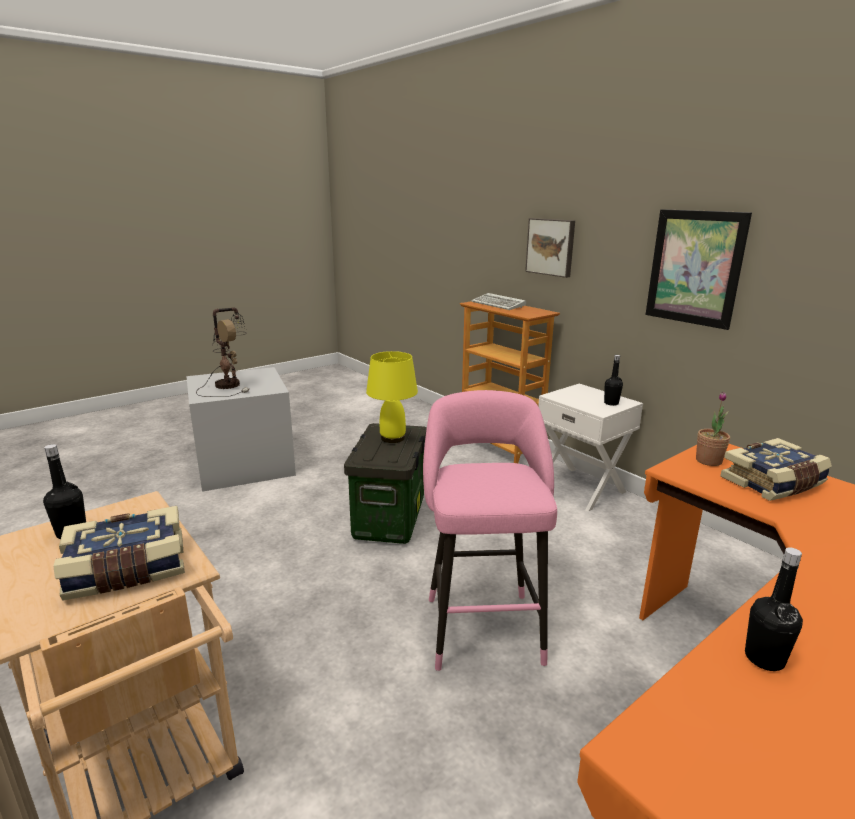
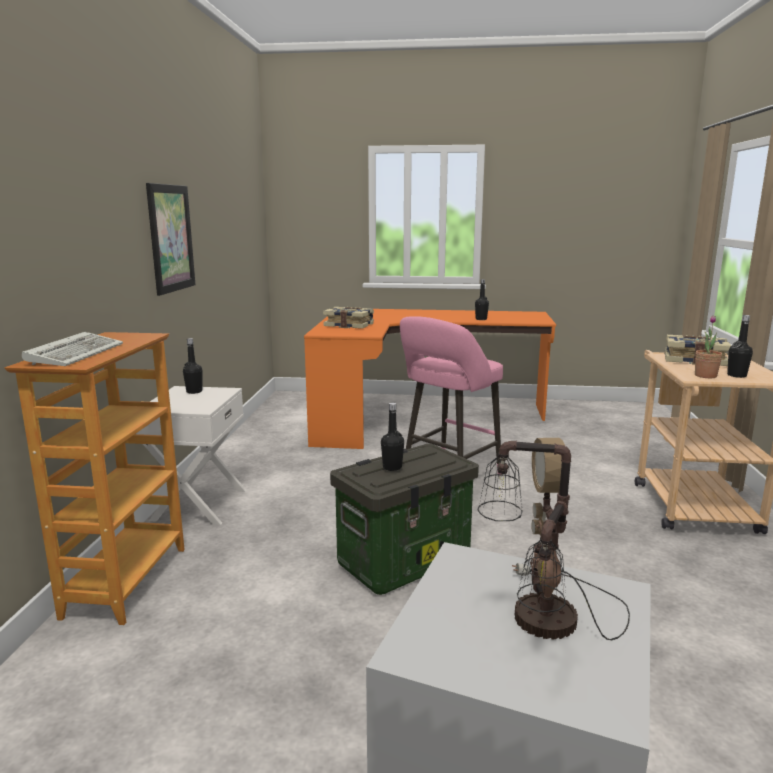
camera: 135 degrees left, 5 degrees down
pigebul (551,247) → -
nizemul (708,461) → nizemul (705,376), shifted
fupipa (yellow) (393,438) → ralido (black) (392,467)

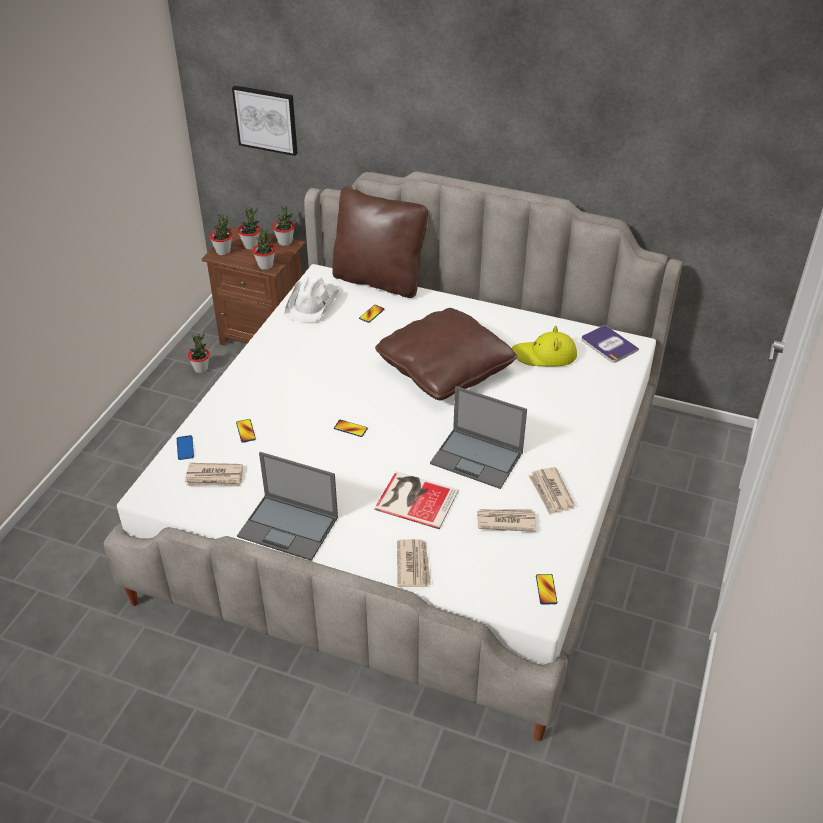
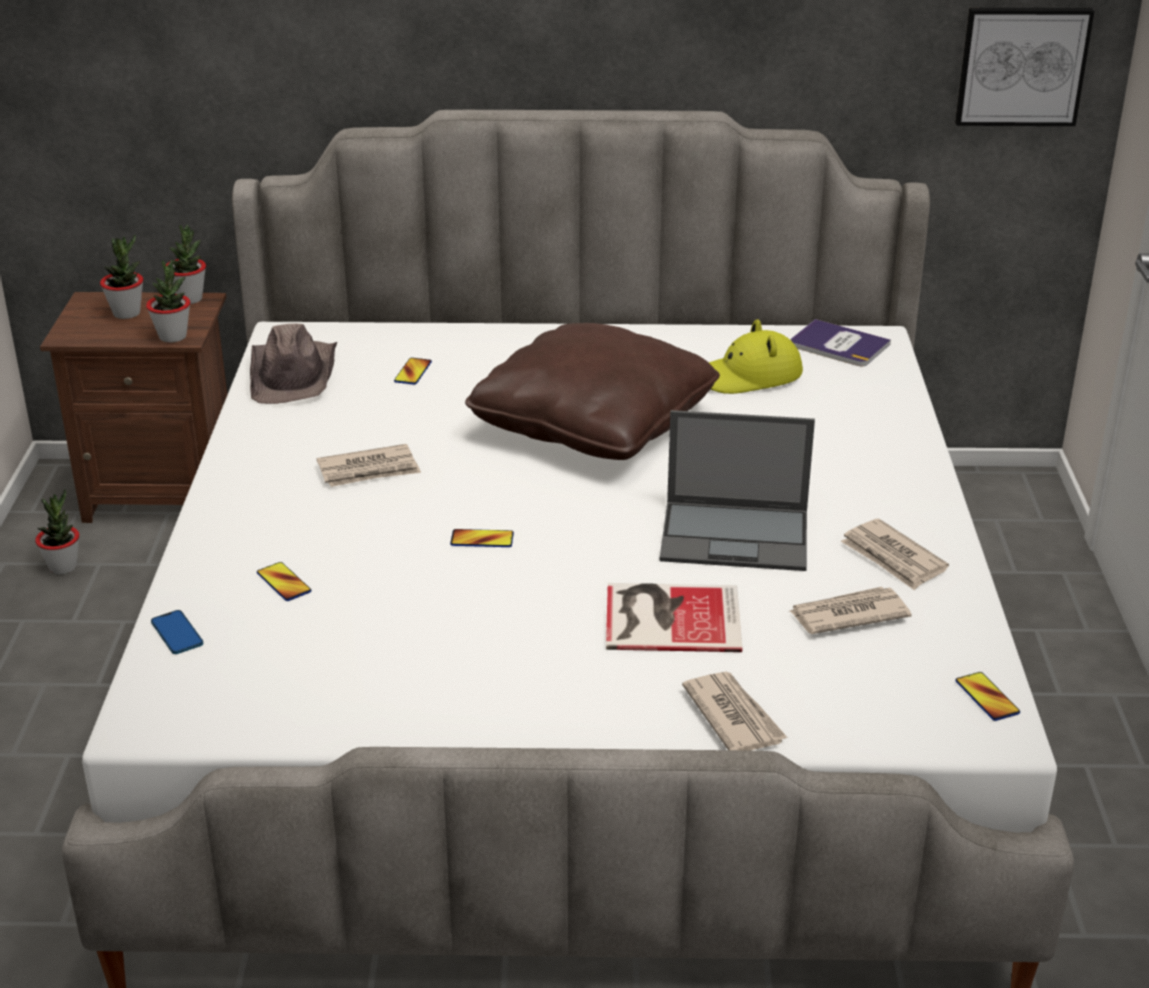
camera: 20 degrees left, 10 degrees down
nizemul (223,251) → -
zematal (289,527) → -
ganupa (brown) (379,280) → -
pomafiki (215,477) → pomafiki (369,470), shifted
pigebul (266,119) → pigebul (1022,66), shifted
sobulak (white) (313,303) → sobulak (brown) (294,374)

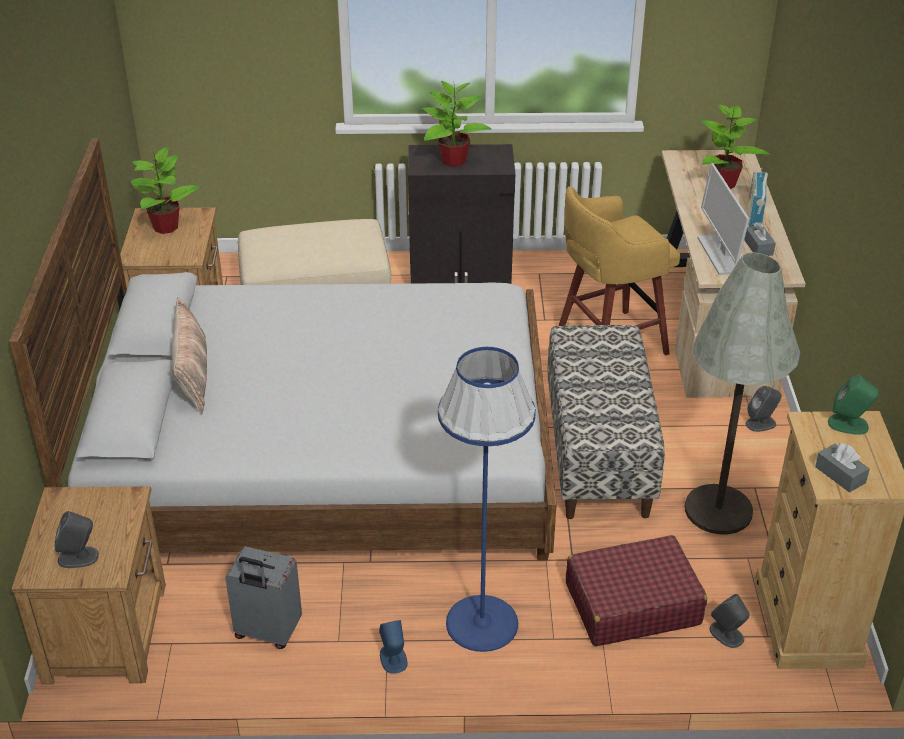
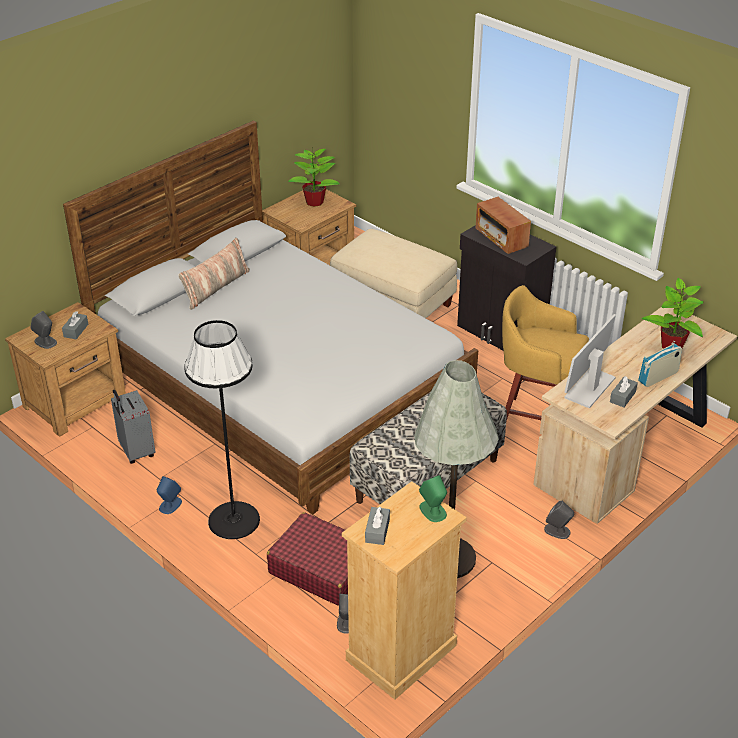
camera: 45 degrees right, 0 degrees up
- → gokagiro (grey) (76,330)
nizemul (452,160) → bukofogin (501,238)
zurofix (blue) (481,623) → zurofix (black) (234,520)

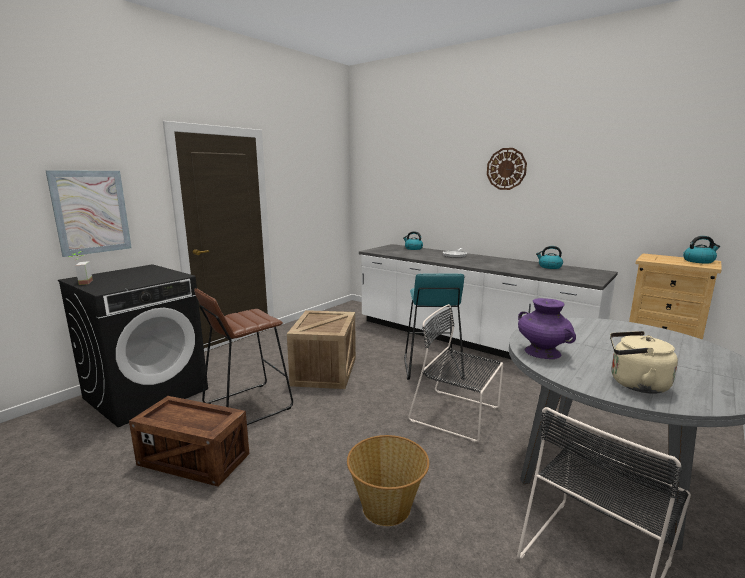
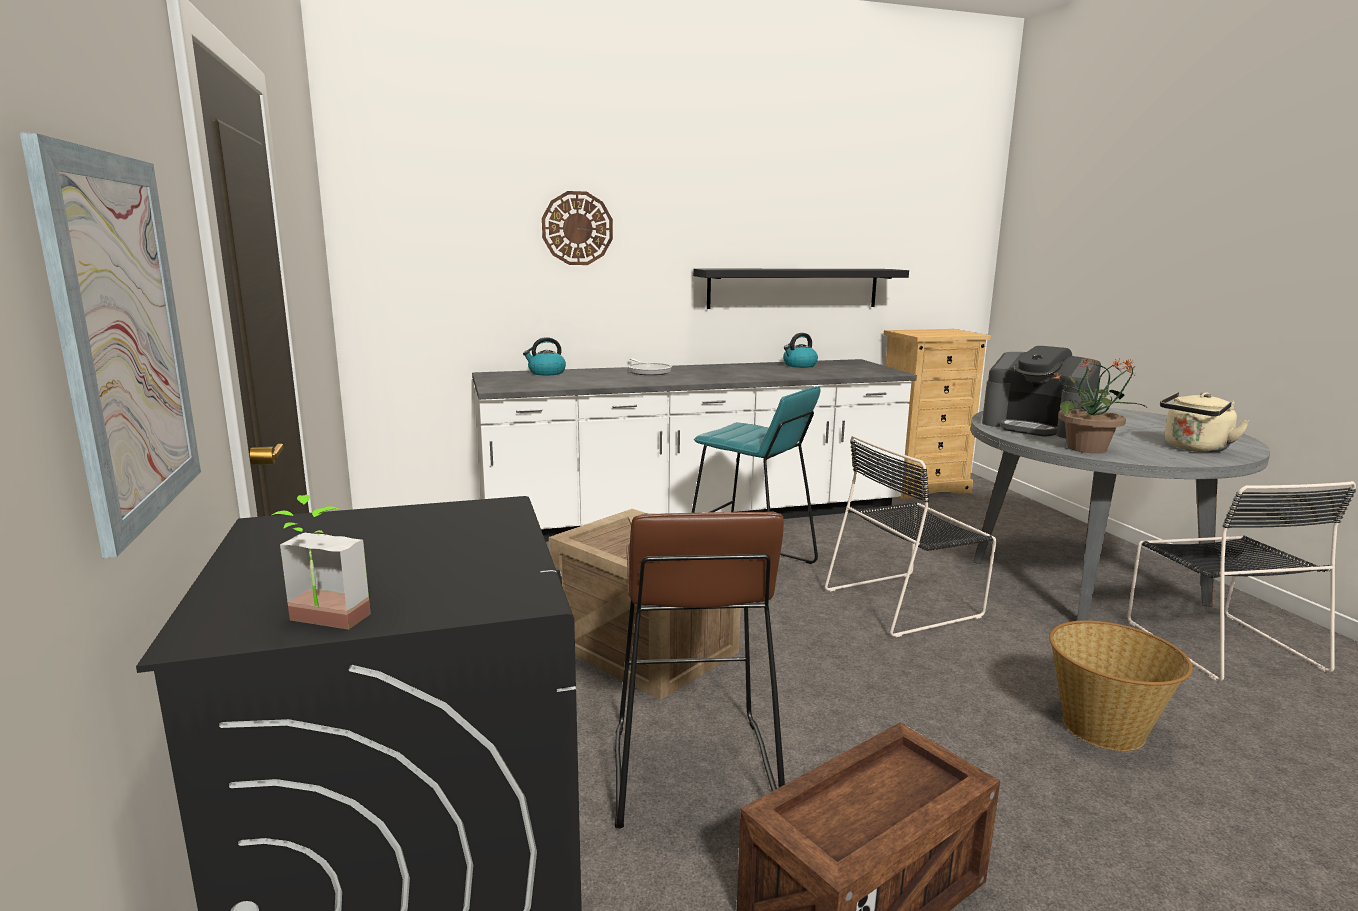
camera: 55 degrees left, 0 degrees up
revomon (699,261) → -
- → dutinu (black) (793,288)
- → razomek (1037,427)
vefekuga (506,169) → vefekuga (577,228), shifted
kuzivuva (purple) (542,352) → nizemul (1088,449)

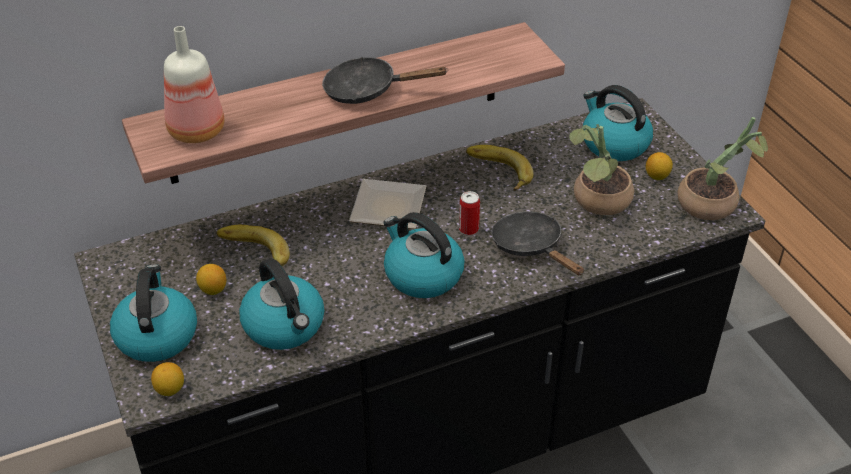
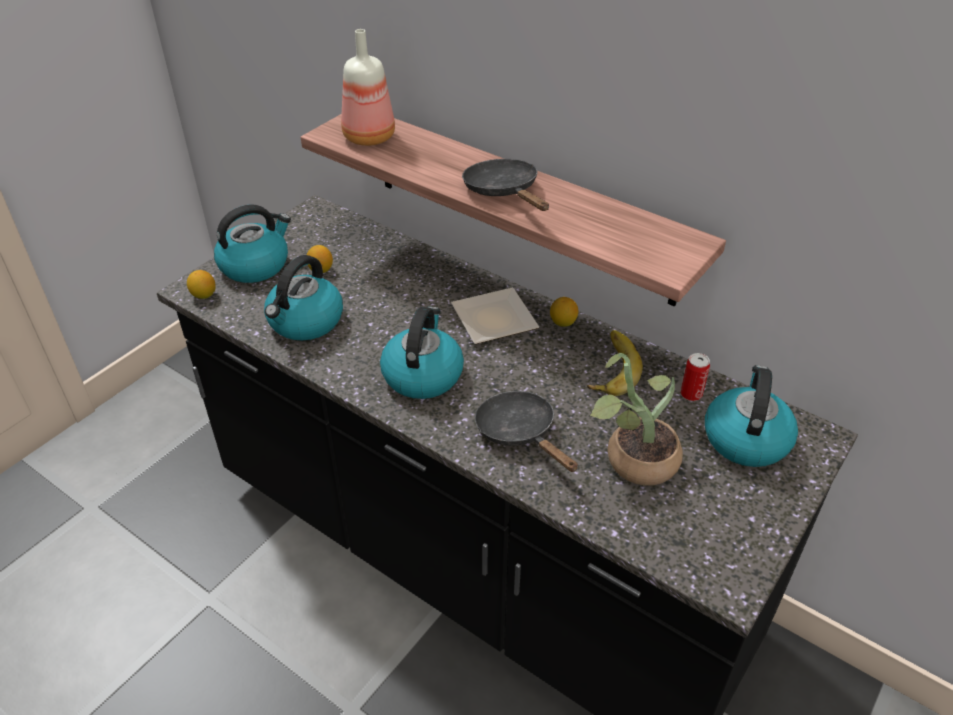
camera: 60 degrees right, 0 degrees up
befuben (251,254) → -
nizemul (714,204) → -
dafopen (468,229) → dafopen (691,394), shifted
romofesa (657,176) → romofesa (563,323), shifted
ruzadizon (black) (531,247) → ruzadizon (black) (520,433), 60 degrees counterclockwise

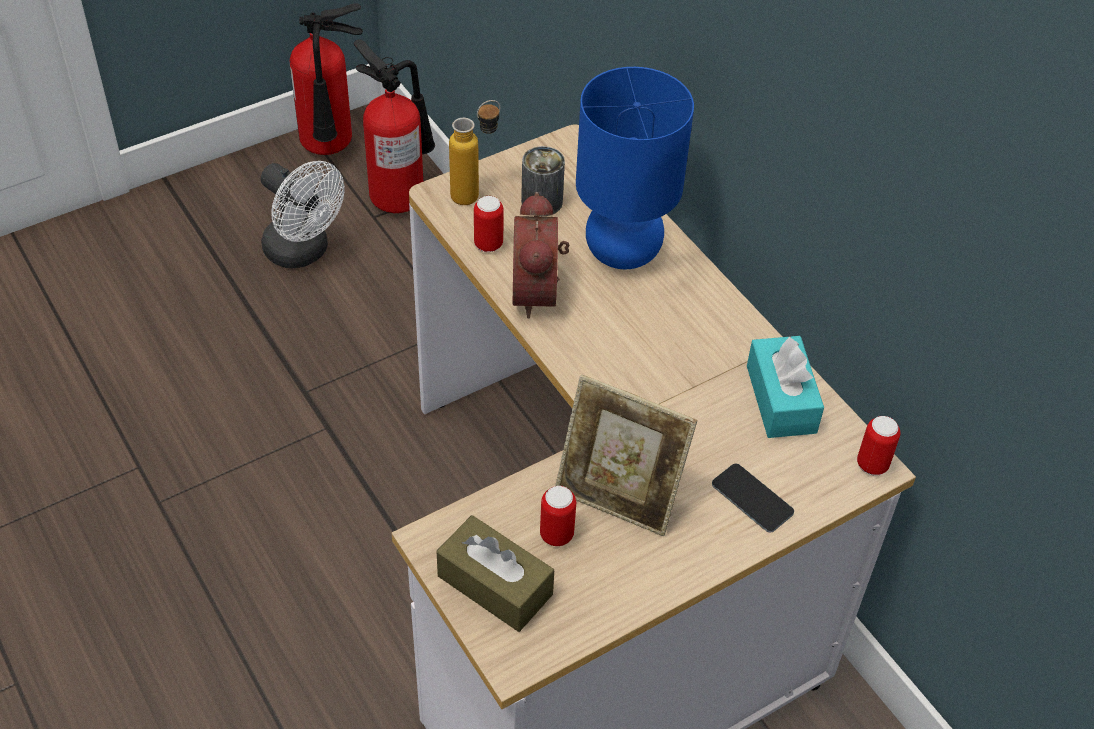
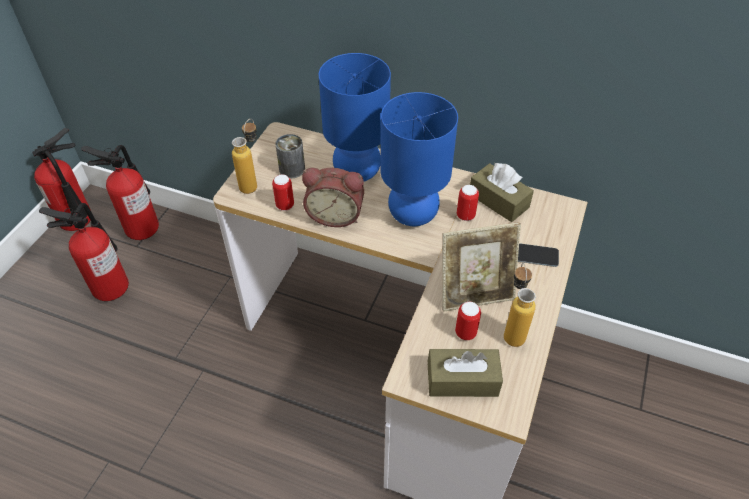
camera: 35 degrees left, 0 degrees up
- → fupipa (blue) (413,214)
- → ralido (512,330)
dafopen (872,464) → dafopen (465,215), shifted
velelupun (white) (303,252) → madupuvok (111,285)
gokagiro (turquoise) (781,399) → gokagiro (brown) (498,201)
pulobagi (540,292) → pulobagi (335,215), 45 degrees counterclockwise

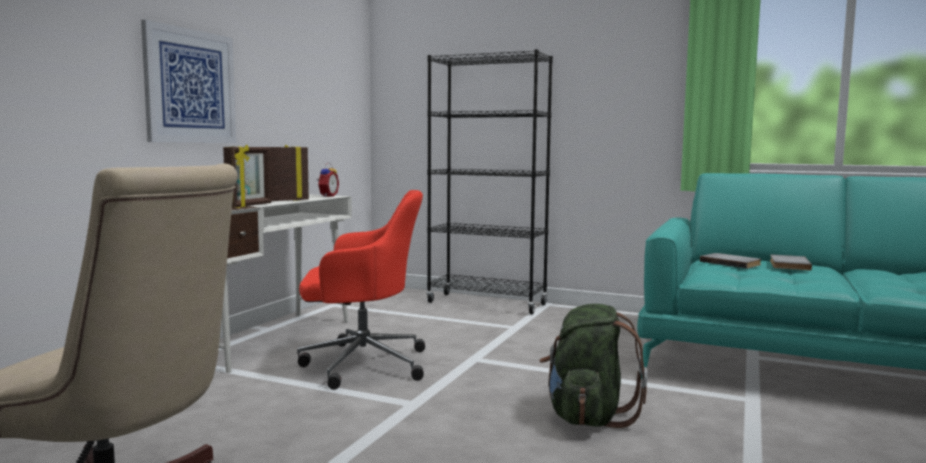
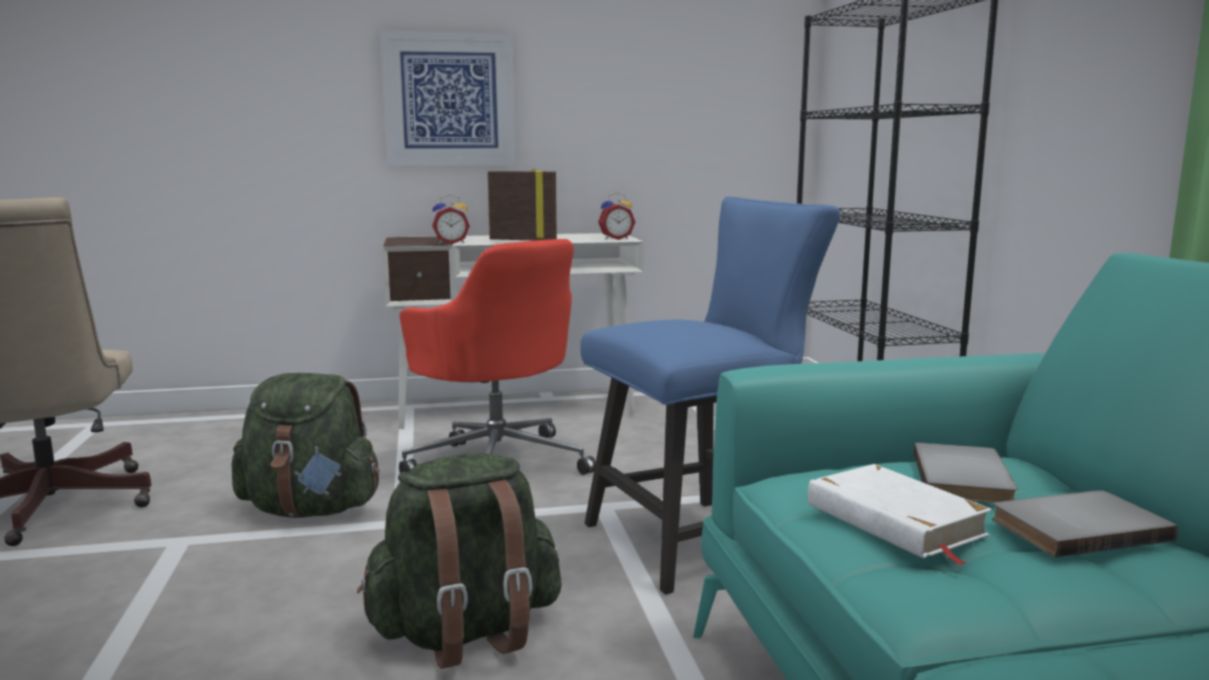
camera: 55 degrees right, 5 degrees up
- → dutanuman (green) (311,510)
- → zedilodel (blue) (700,539)
- → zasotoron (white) (894,520)
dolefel (250,206) → pulobagi (451,243)

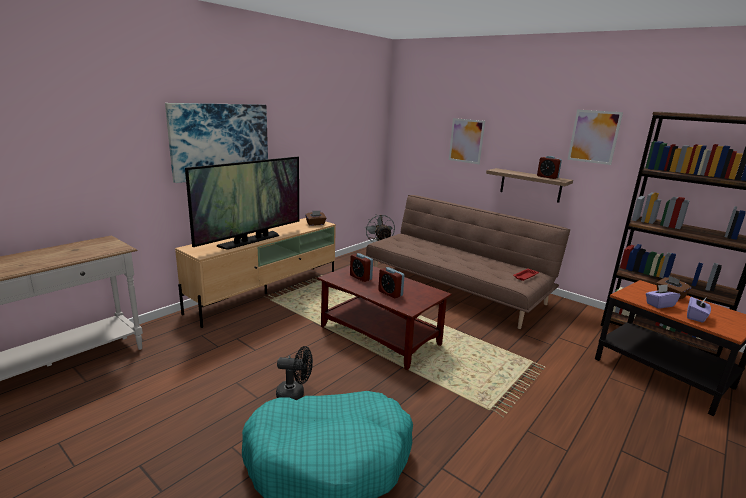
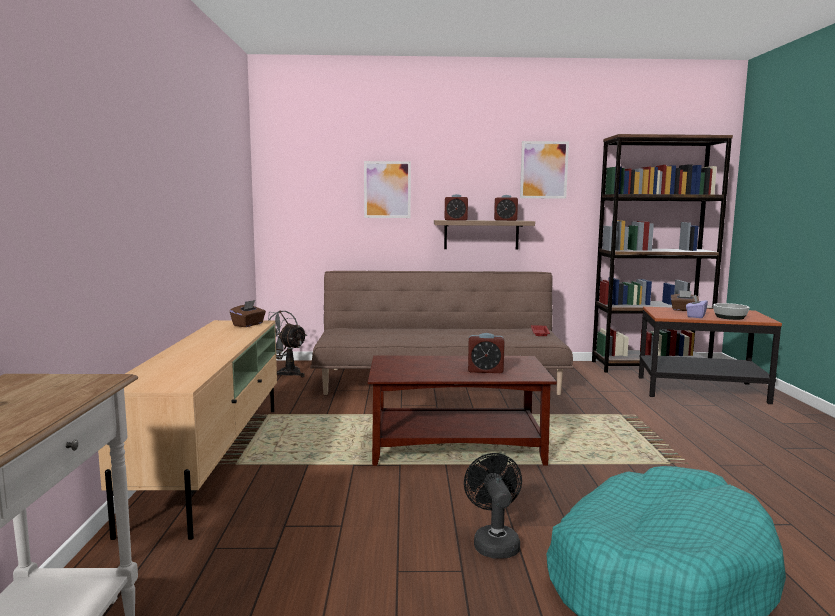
camera: 40 degrees left, 10 degrees down
pigebul (220,141) → -
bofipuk (250,240) → -
pulobagi (360,277) → pulobagi (456,220), shifted
gokagiro (purple) (696,317) → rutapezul (729,317)
velelupun (black) (295,394) → velelupun (black) (494,542), 60 degrees counterclockwise

